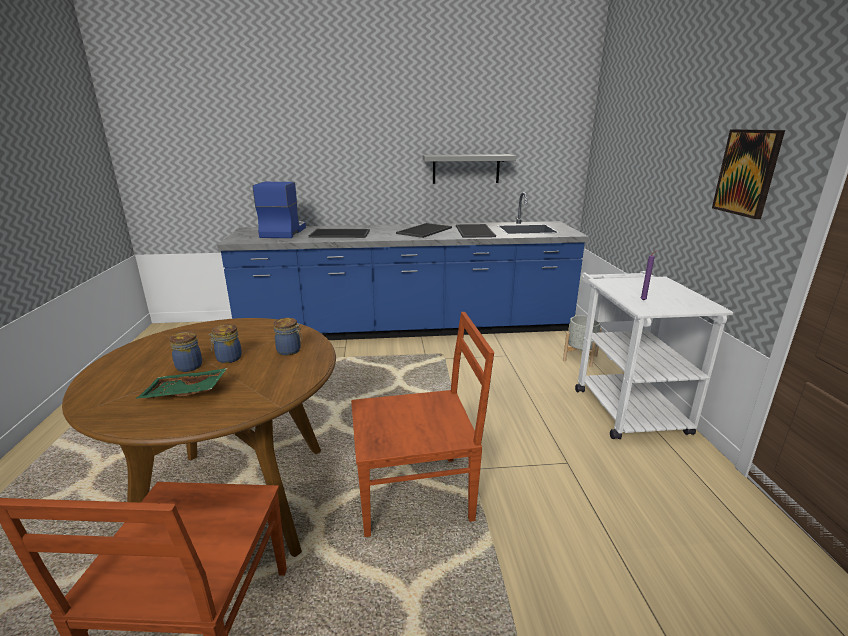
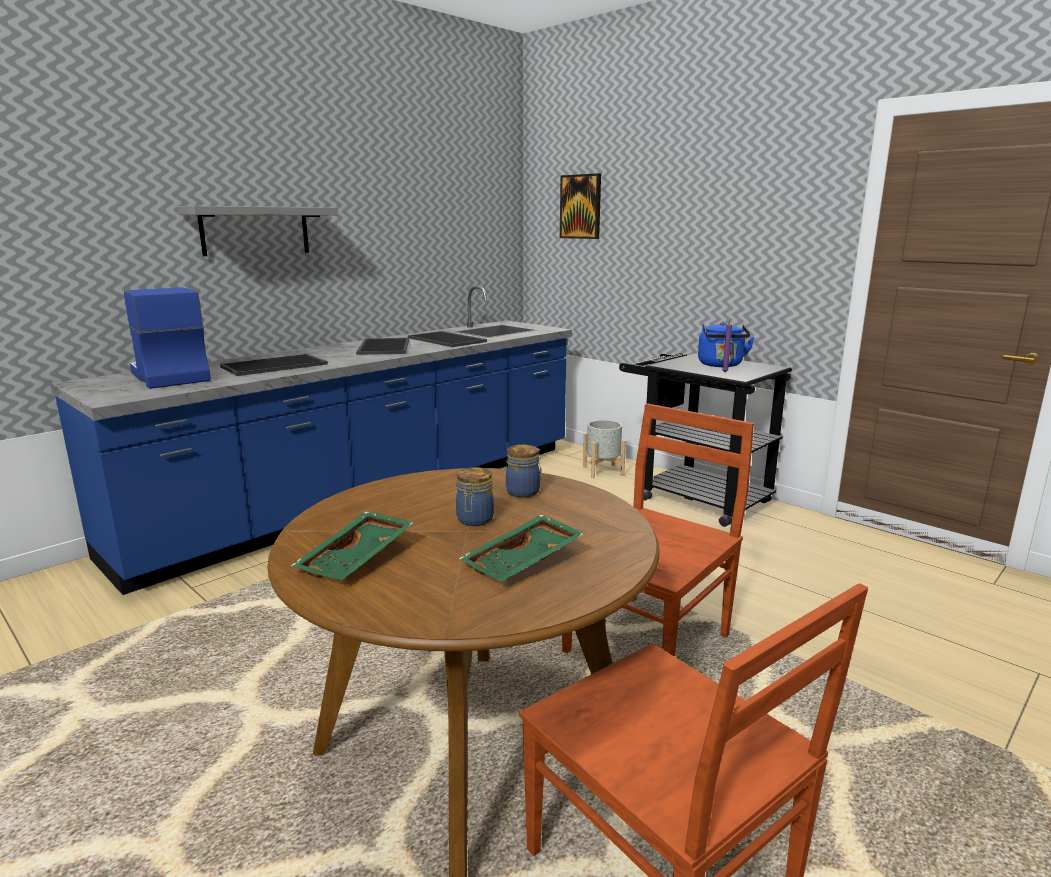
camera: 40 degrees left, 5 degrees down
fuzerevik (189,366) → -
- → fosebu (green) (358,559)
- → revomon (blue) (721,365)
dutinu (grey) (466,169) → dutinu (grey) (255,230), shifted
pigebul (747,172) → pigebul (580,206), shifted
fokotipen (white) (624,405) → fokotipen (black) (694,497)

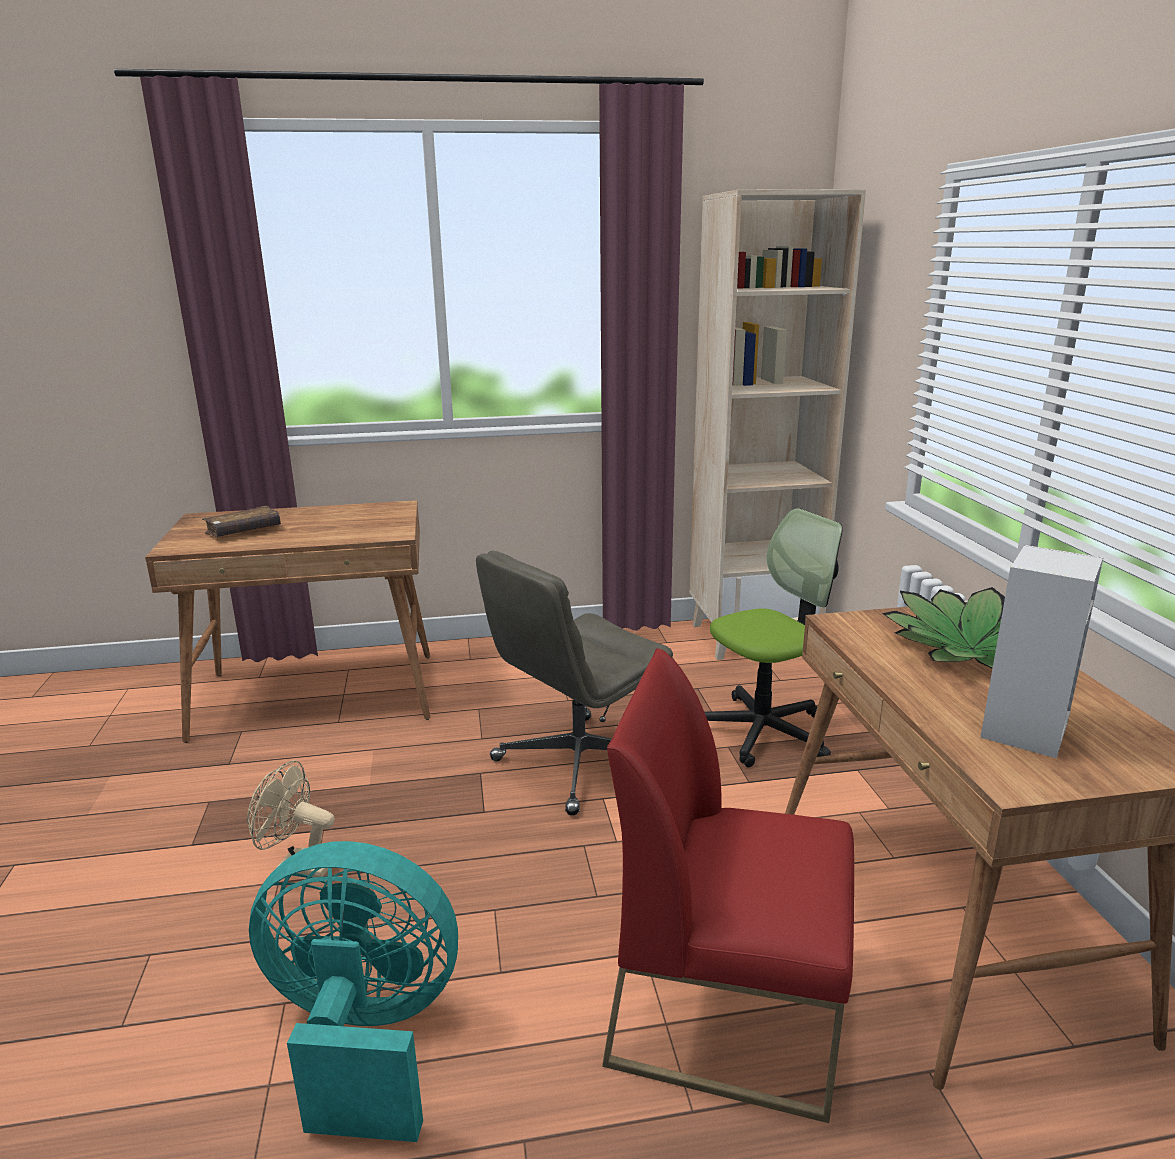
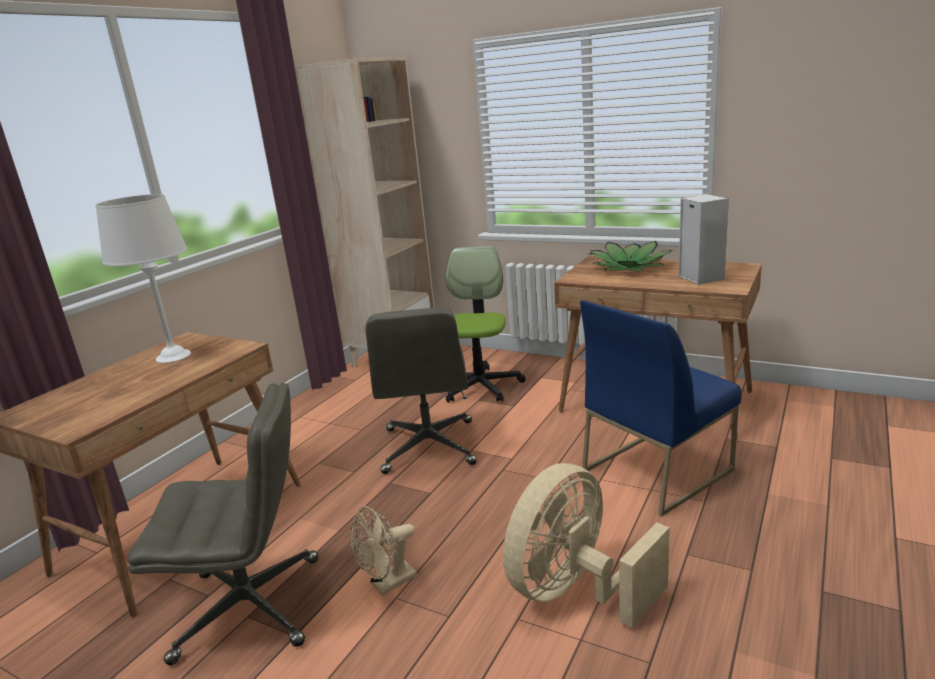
camera: 50 degrees left, 0 degrees up
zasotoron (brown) (243,531) → -
- → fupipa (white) (174,356)
- → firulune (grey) (252,607)
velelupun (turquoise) (364,1037) → velelupun (beige) (576,591)
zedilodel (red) (729,1009) → zedilodel (blue) (656,470)

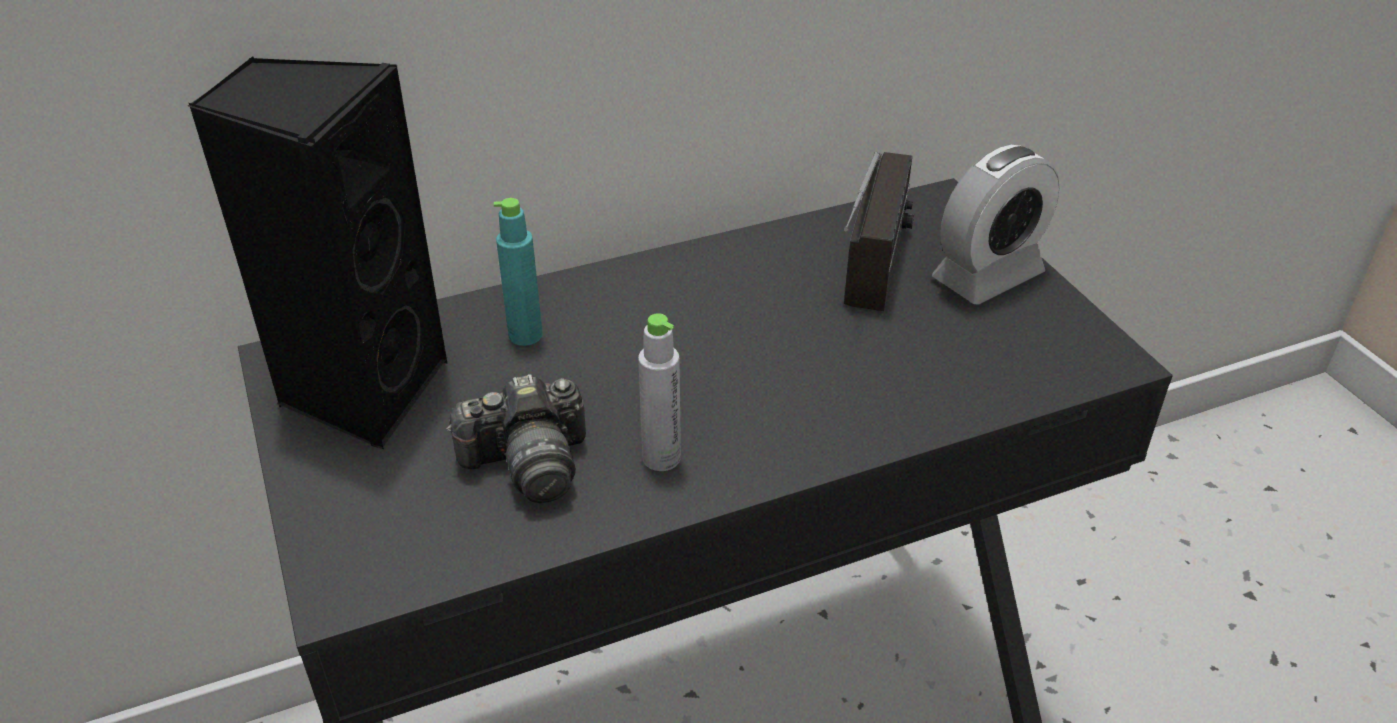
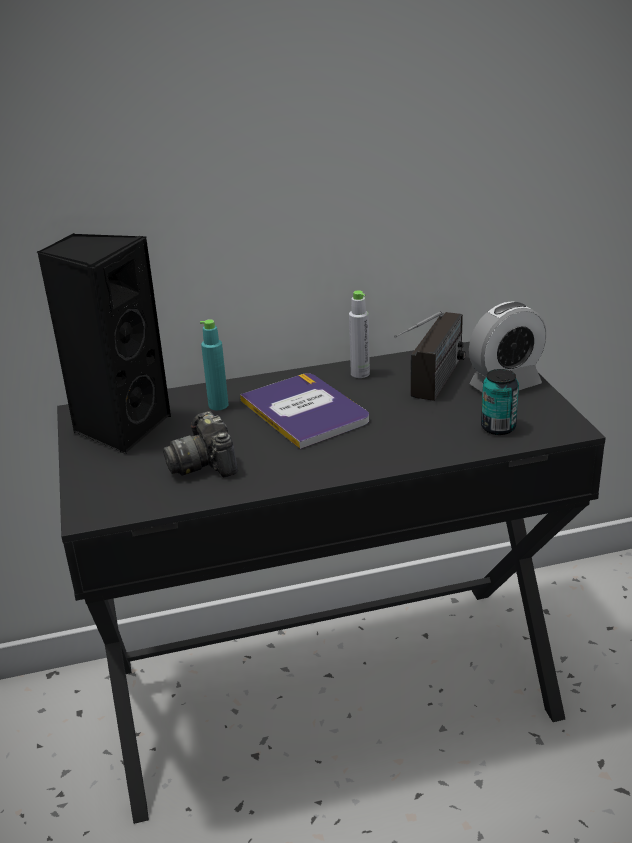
camera: 10 degrees right, 10 degrees down
- → zasotoron (305,411)
- → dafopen (498,427)
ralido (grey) (661,458) → ralido (grey) (360,374), shifted
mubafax (528,464) → mubafax (205,464), 75 degrees clockwise

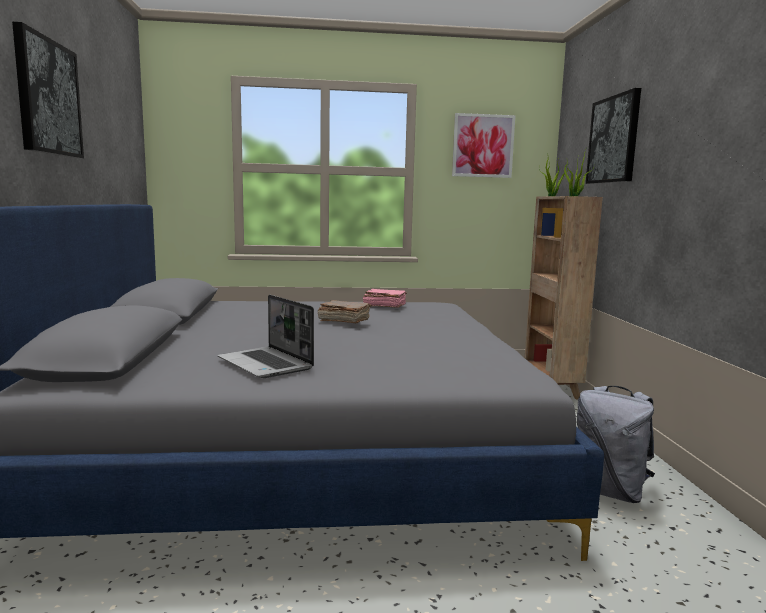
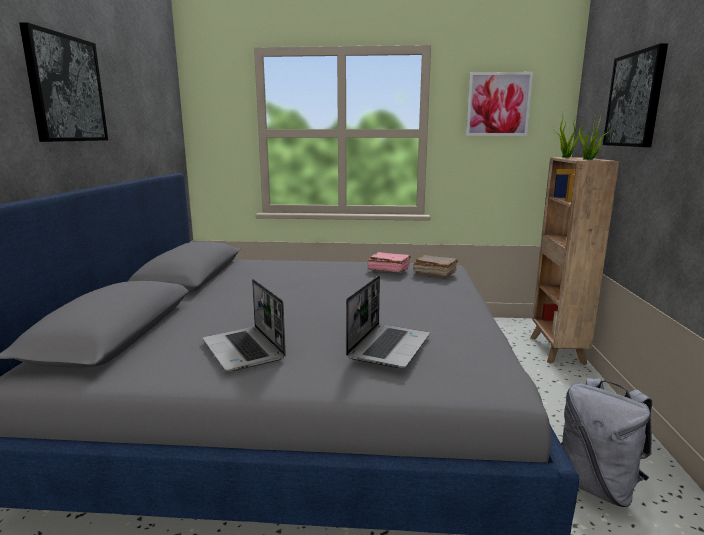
camera: 10 degrees right, 5 degrees up
- → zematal (388,346)
zasotoron (brown) (343,321) → zasotoron (brown) (434,273), shifted

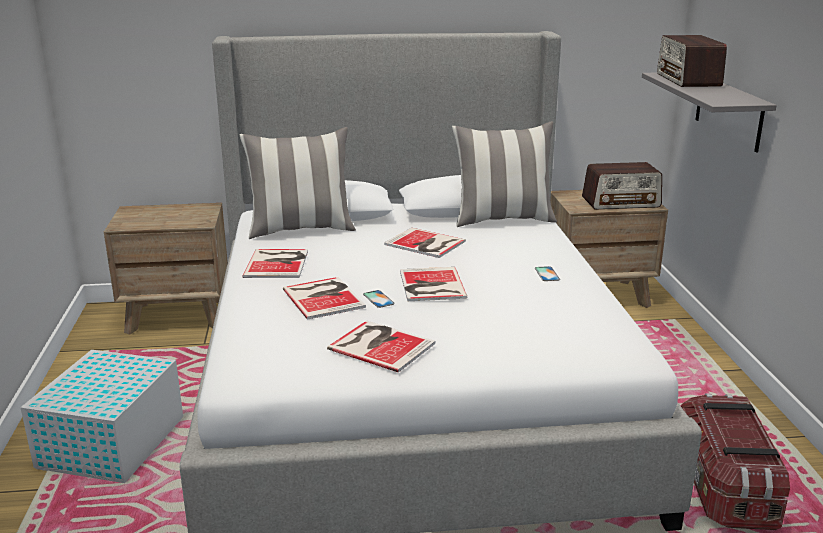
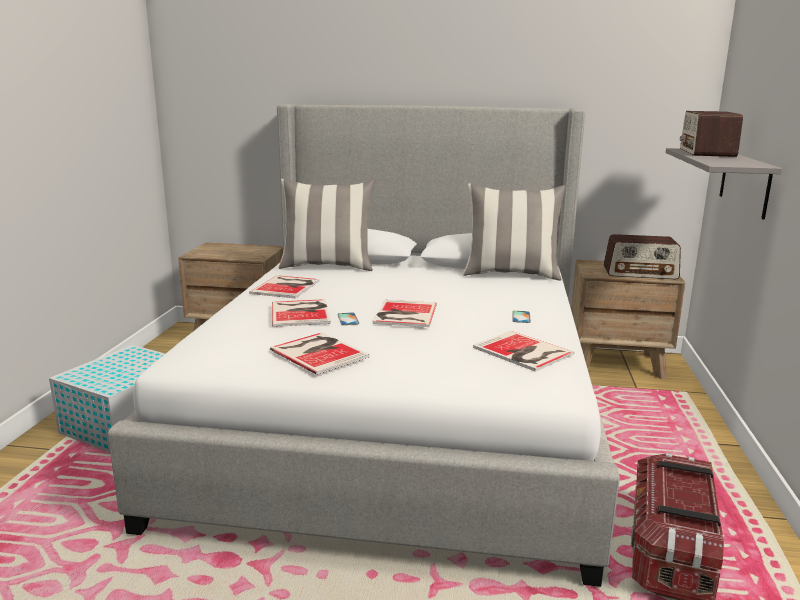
camera: 15 degrees right, 5 degrees down
zasotoron (426,244) → zasotoron (523,352), shifted

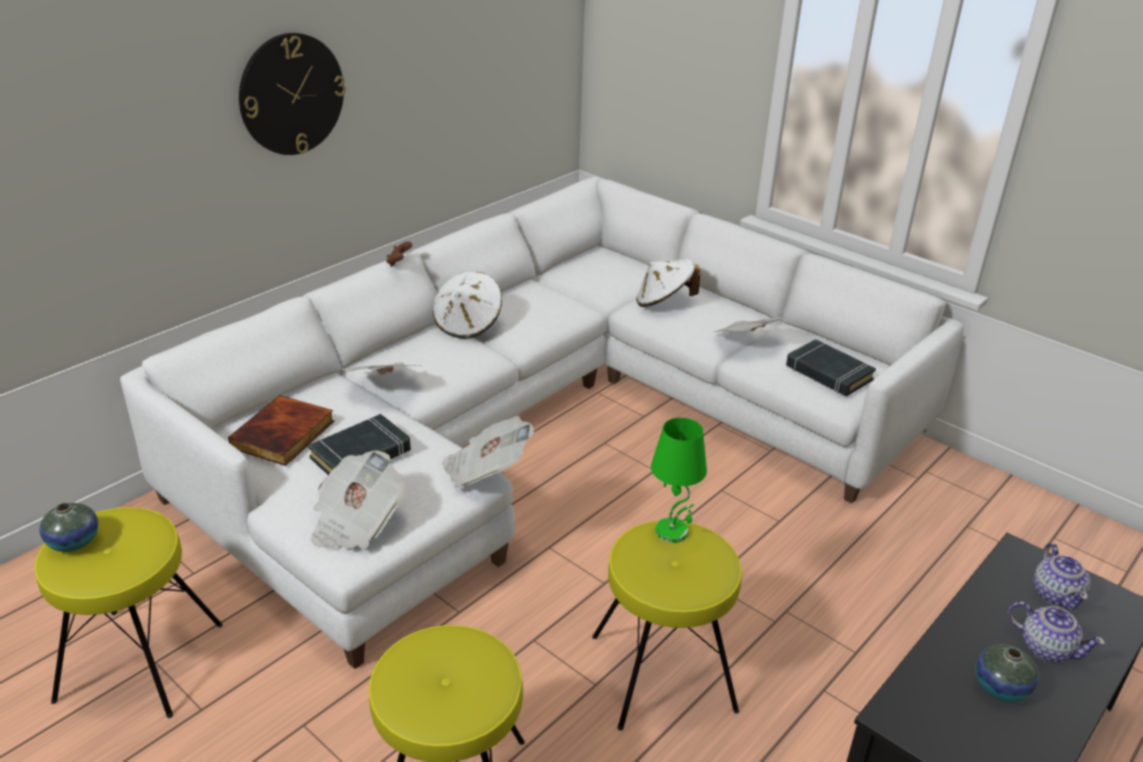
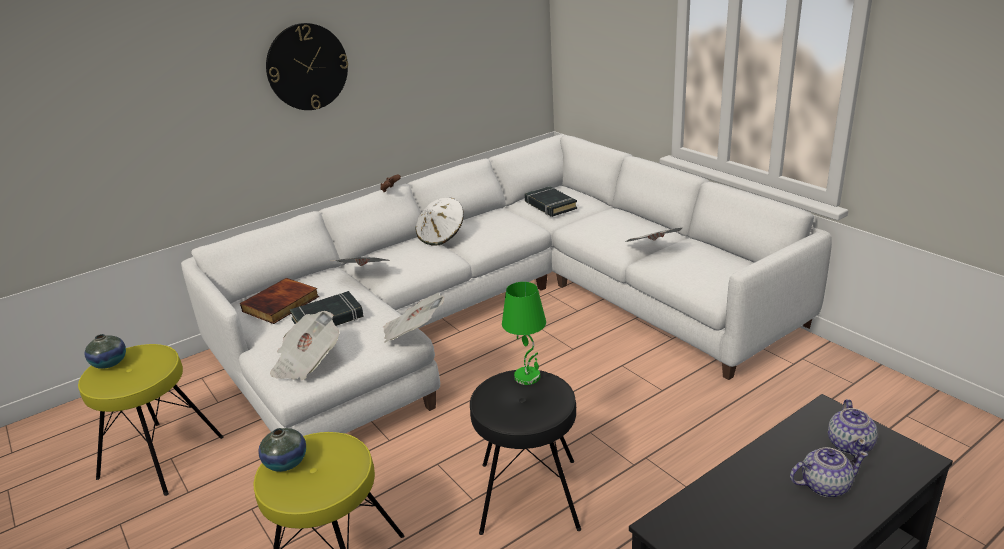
camera: 15 degrees right, 5 degrees down
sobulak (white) (664,302) → -
zasotoron (black) (828,373) → zasotoron (black) (550,205), shifted
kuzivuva (1001,687) → kuzivuva (286,462), shifted
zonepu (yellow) (661,672) → zonepu (black) (528,495)
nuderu (1045,647) → nuderu (824,485), 60 degrees counterclockwise

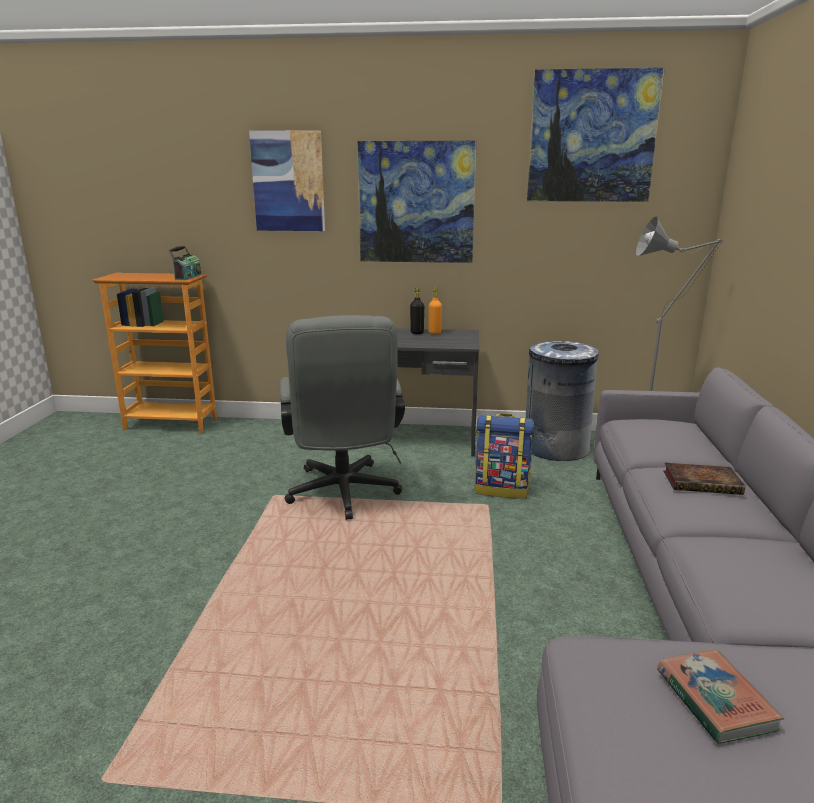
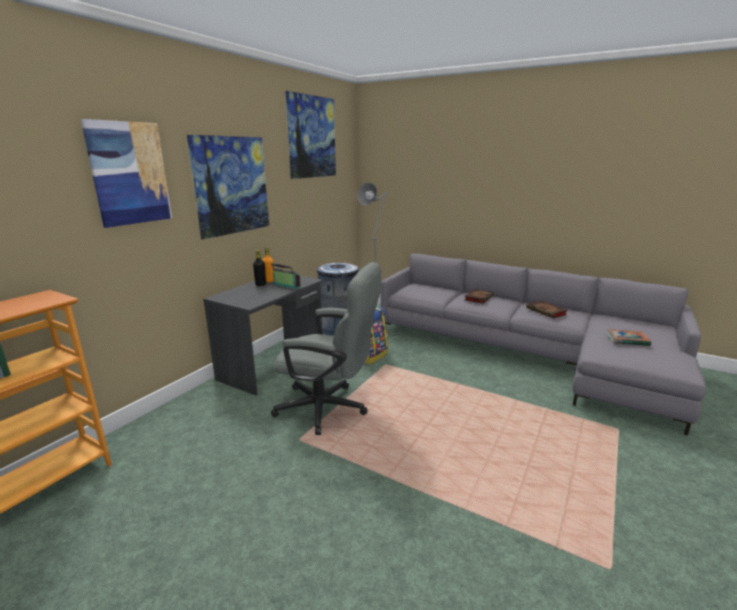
camera: 65 degrees left, 0 degrees up
- → zasotoron (547,311)
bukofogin (187,277) → bukofogin (286,285), shifted

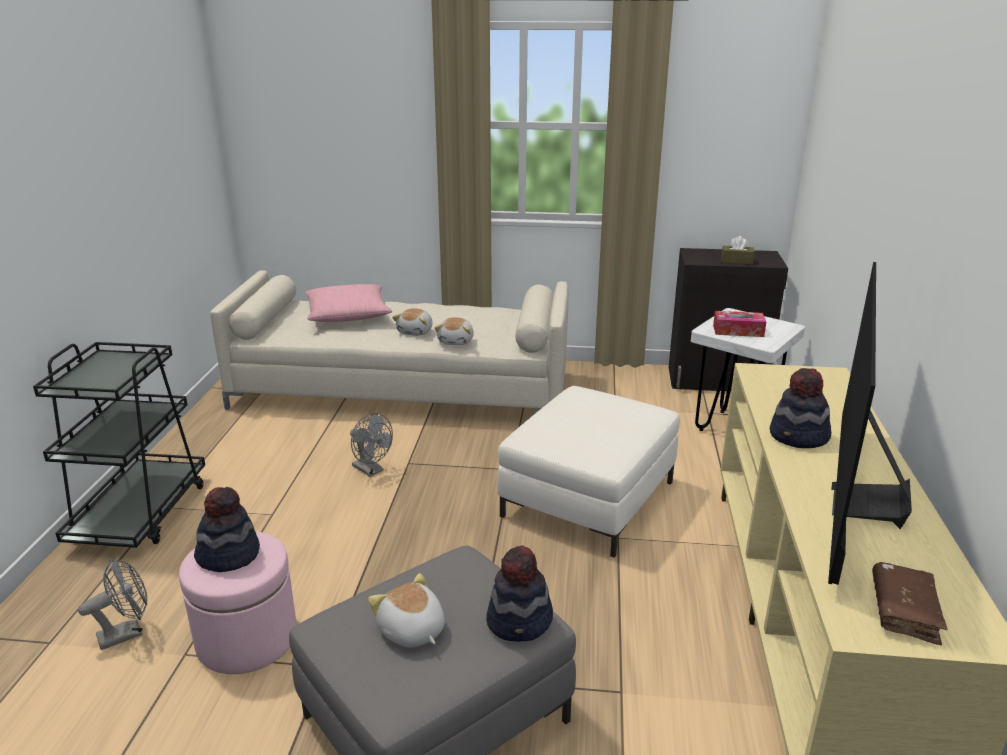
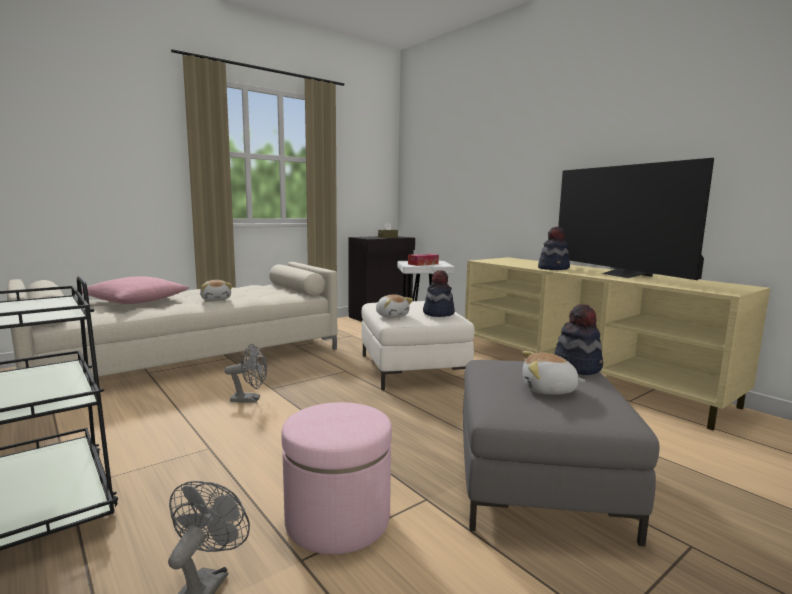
camera: 45 degrees left, 15 degrees down
zasotoron (brown) (904,611) → -
sobulak (228,555) → sobulak (438,313), shifted
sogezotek (456,341) → sogezotek (392,316), shifted

